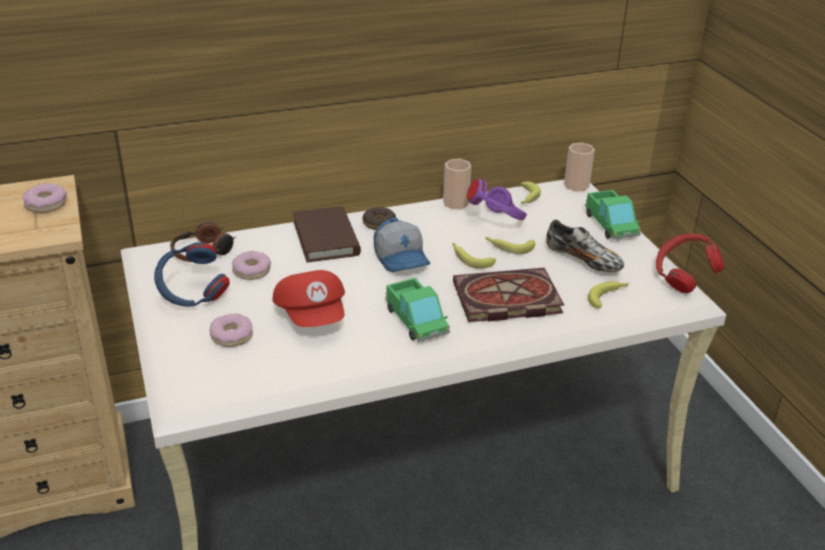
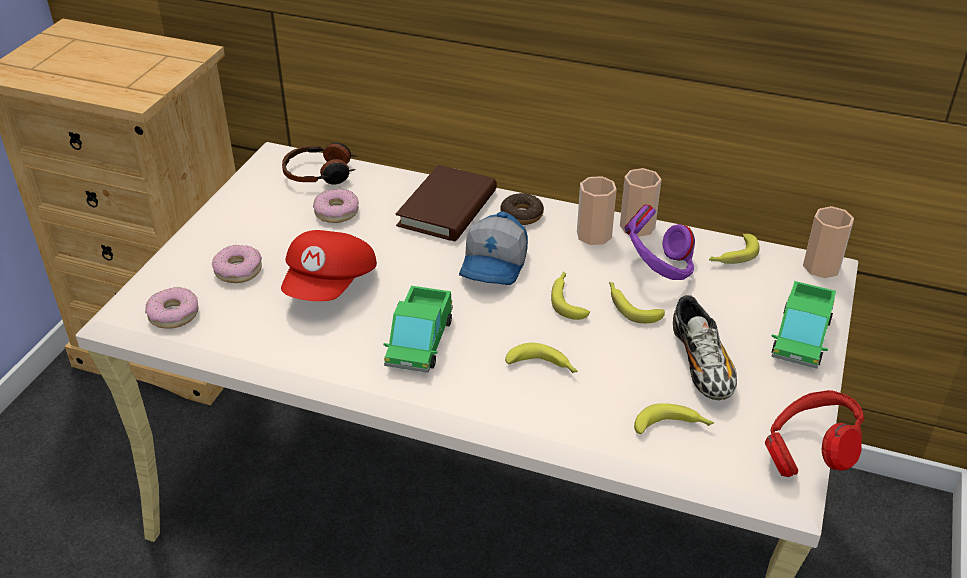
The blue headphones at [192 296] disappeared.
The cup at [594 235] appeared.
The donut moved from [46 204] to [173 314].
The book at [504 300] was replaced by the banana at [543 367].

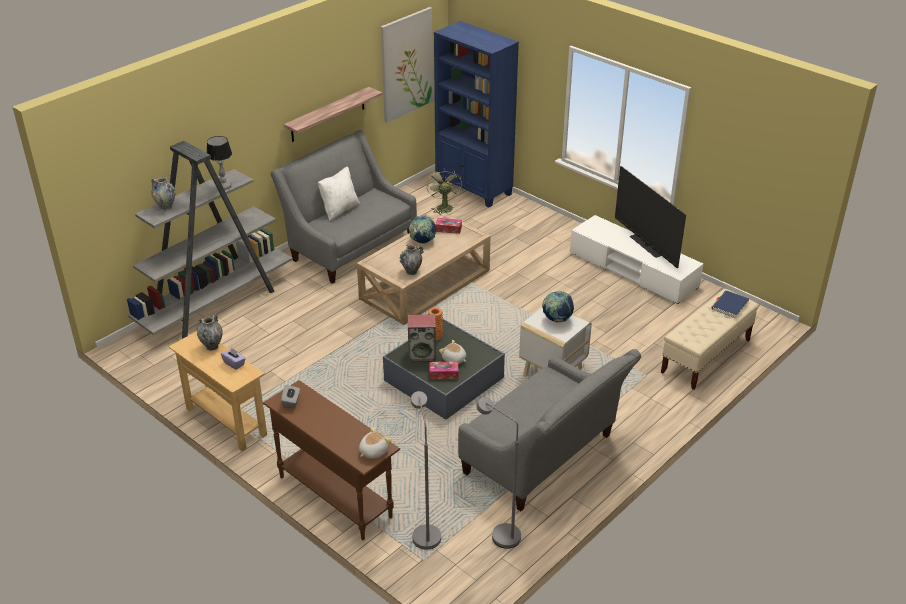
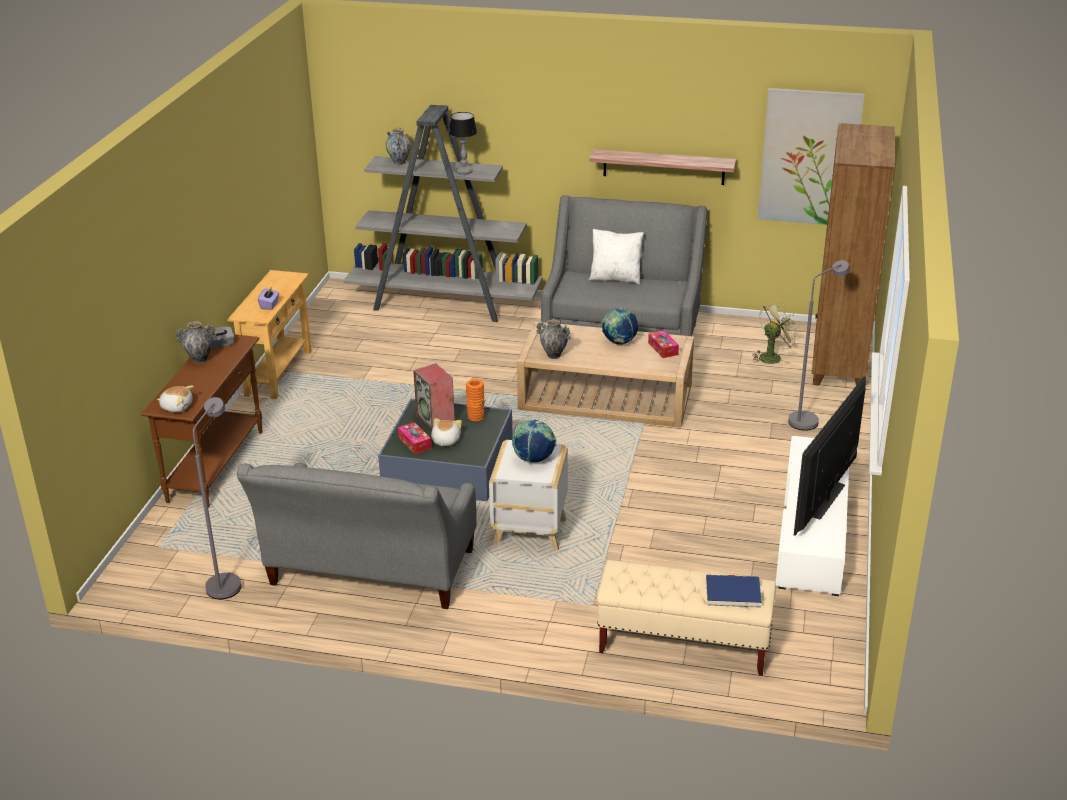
The vase moved from [212 347] to [200 360].
The grey floor lamp moved from [425 532] to [808 419].
The blue bookcase at [474 189] became the brown bookcase at [838 362].

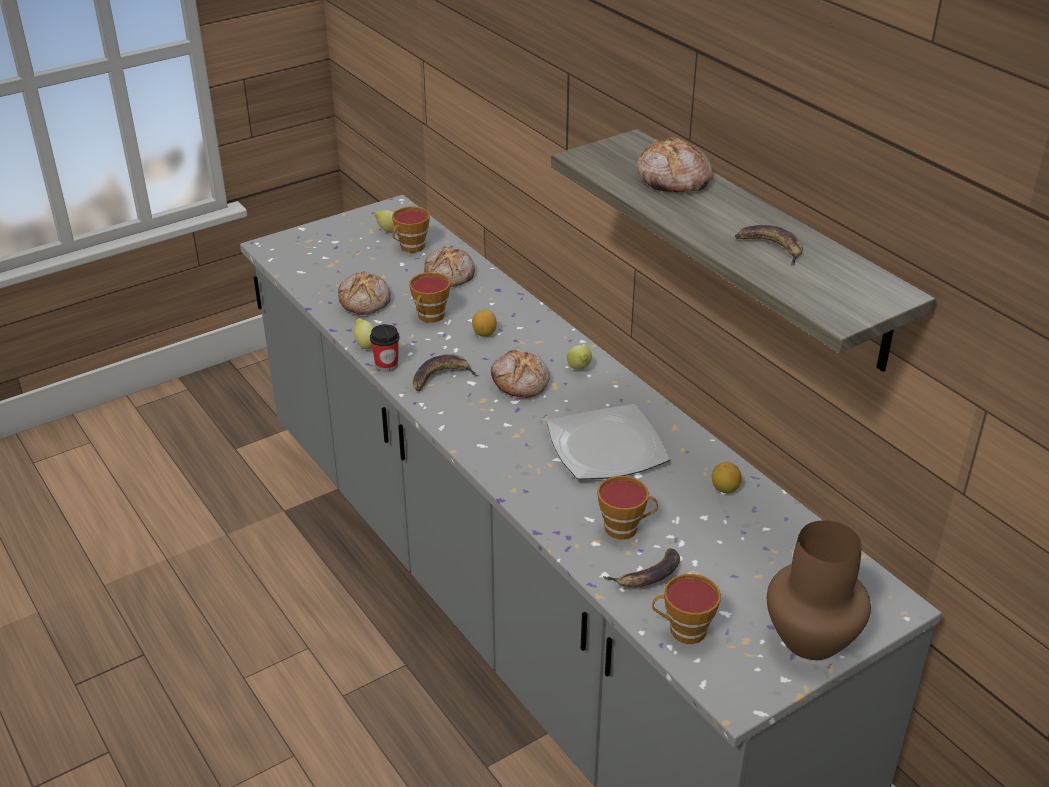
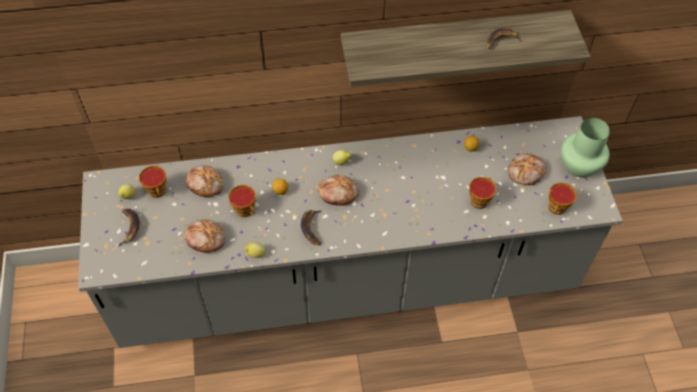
The cup at [386 365] disappeared.
The plate at [607 446] disappeared.
The banana moved from [648 575] to [129 227].
The bread moved from [673 179] to [526 173].
The brown vase at [810 637] became the green vase at [578 166].

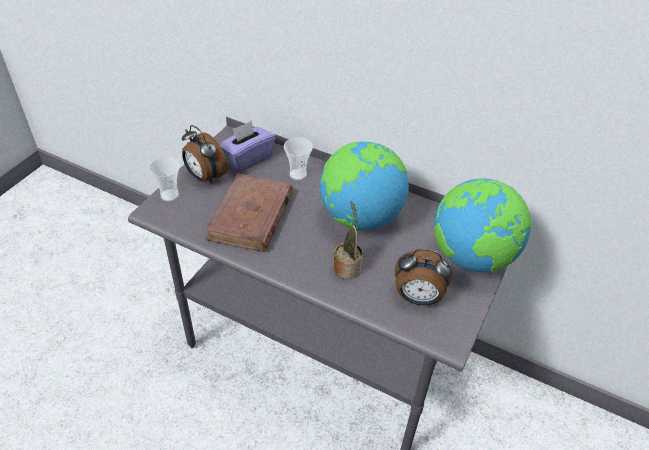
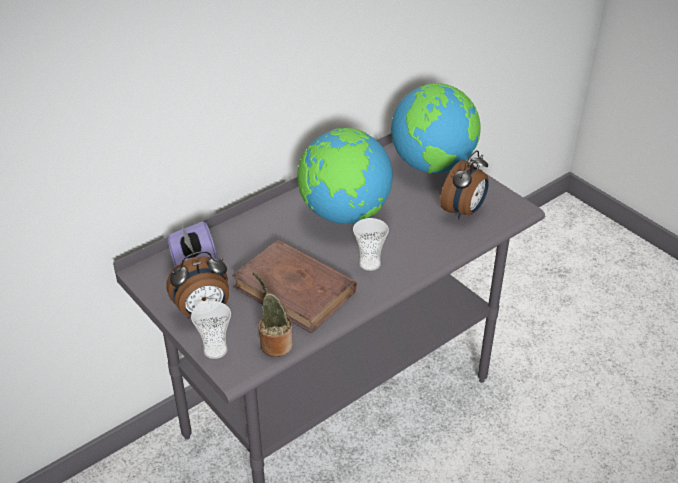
The cup moved from [298 174] to [369 263].
The potted plant moved from [347 267] to [274 344].

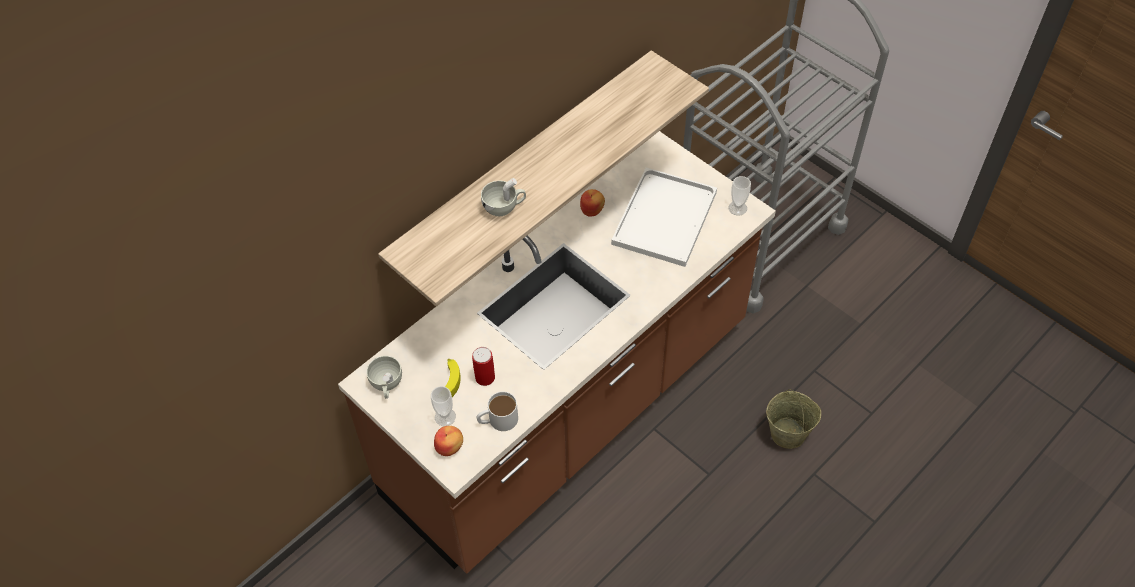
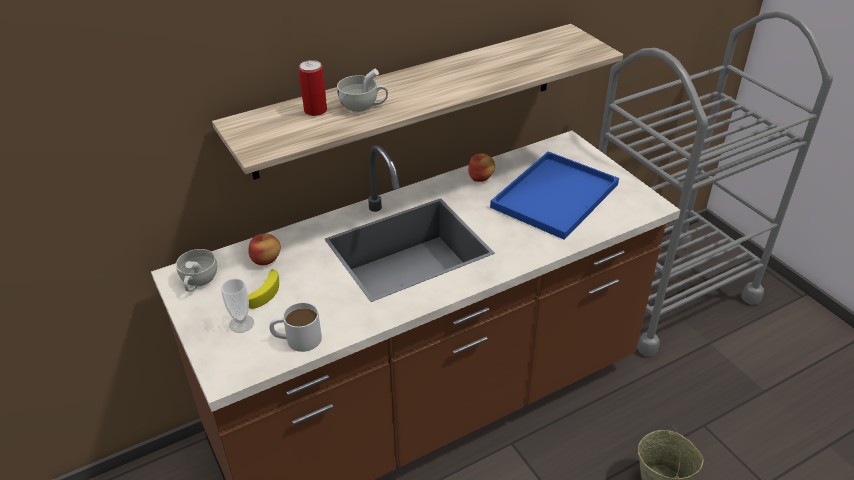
The cup at [737 208] disappeared.
The apple moved from [449 447] to [266 260].
The can moved from [485 377] to [315 110].
The white tray at [664 216] became the blue tray at [555 194].

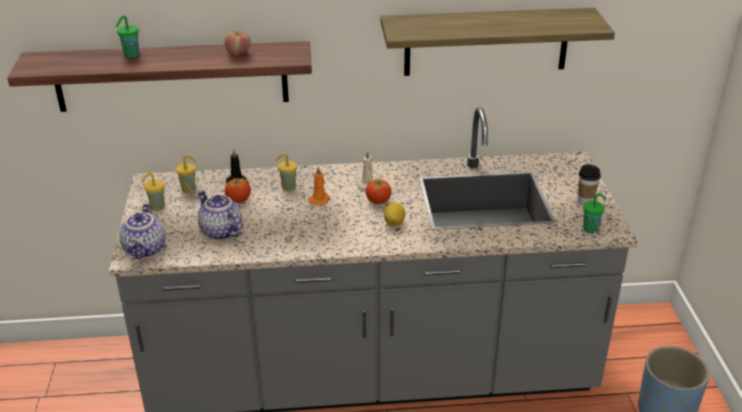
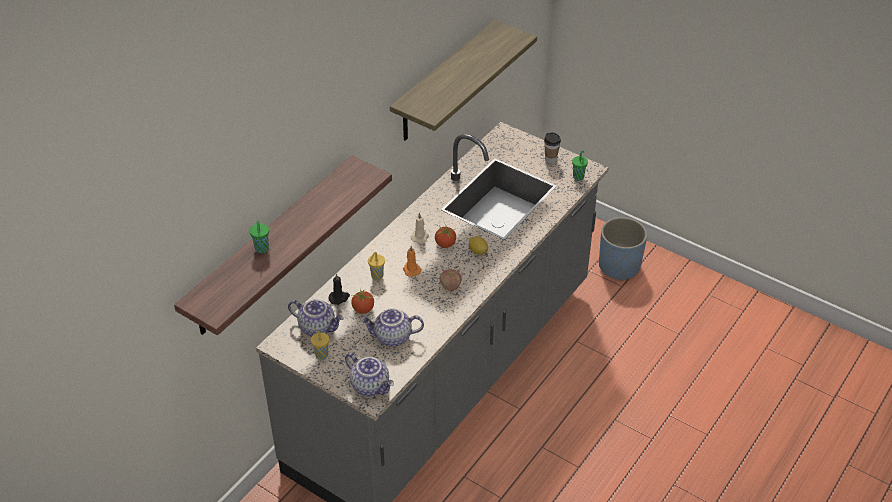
The apple moved from [238 54] to [450 286].
The yellow cup at [189 189] was replaced by the teapot at [318 327].

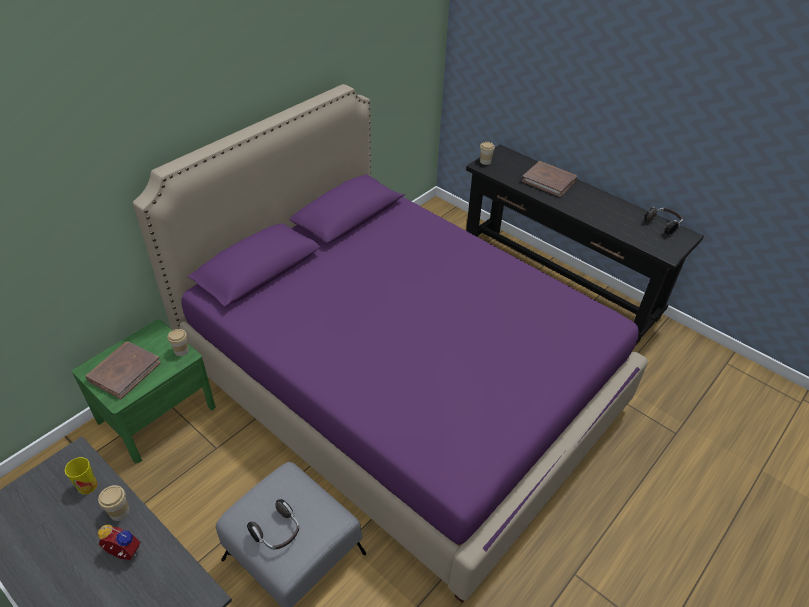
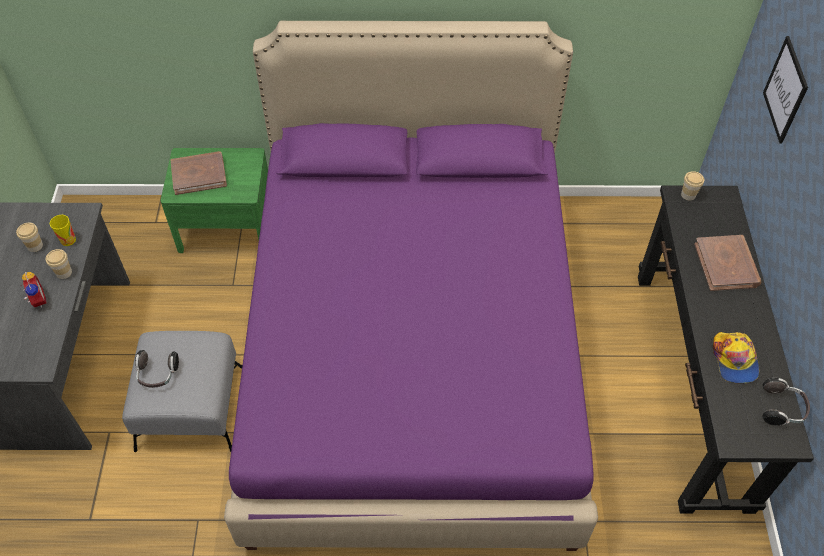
The cap at [734 360] appeared.
The picture at [785 90] appeared.
The cup moved from [181 351] to [35 246].

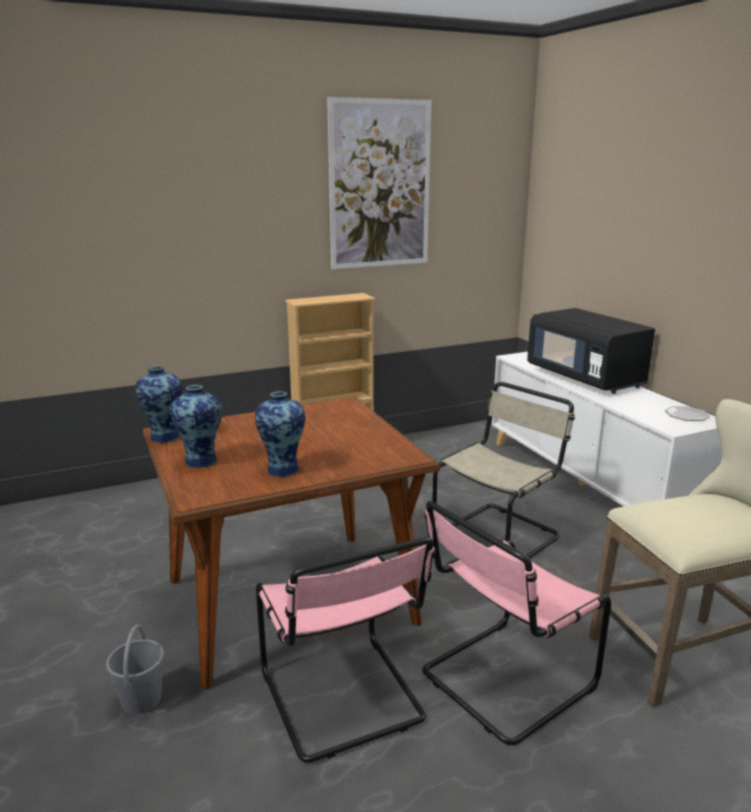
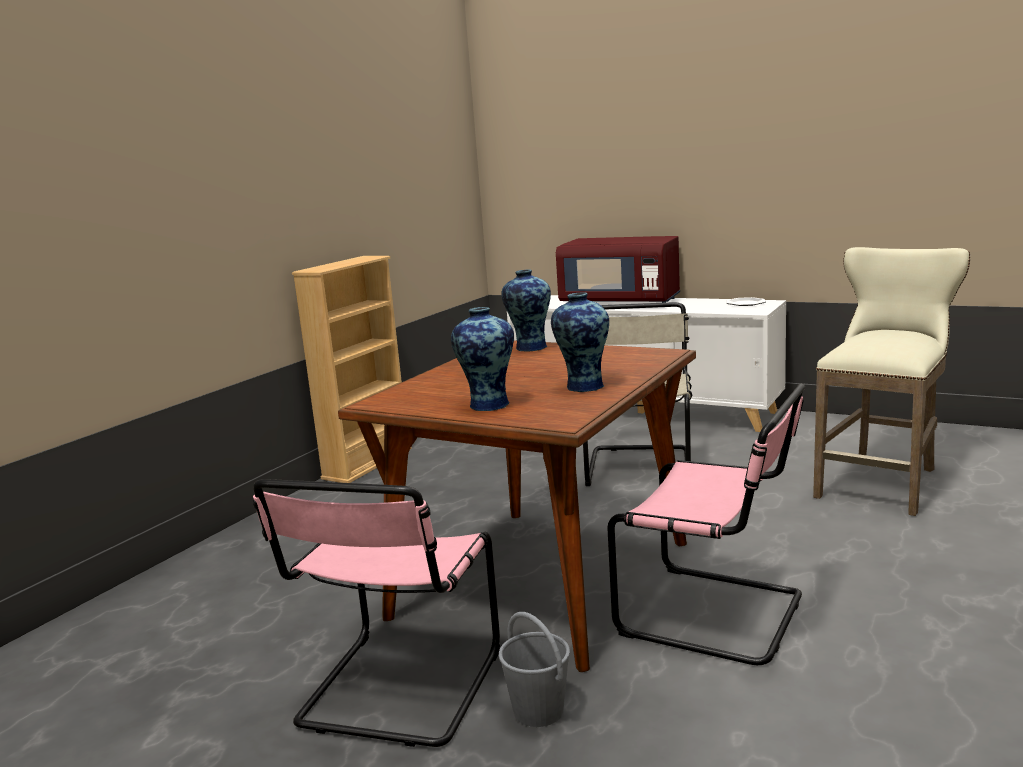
The picture at [380 185] disappeared.
The vase moved from [164 437] to [529 347].
The pink chair moved from [502 682] to [397 692].
The black microwave at [585 378] became the red microwave at [620 302].

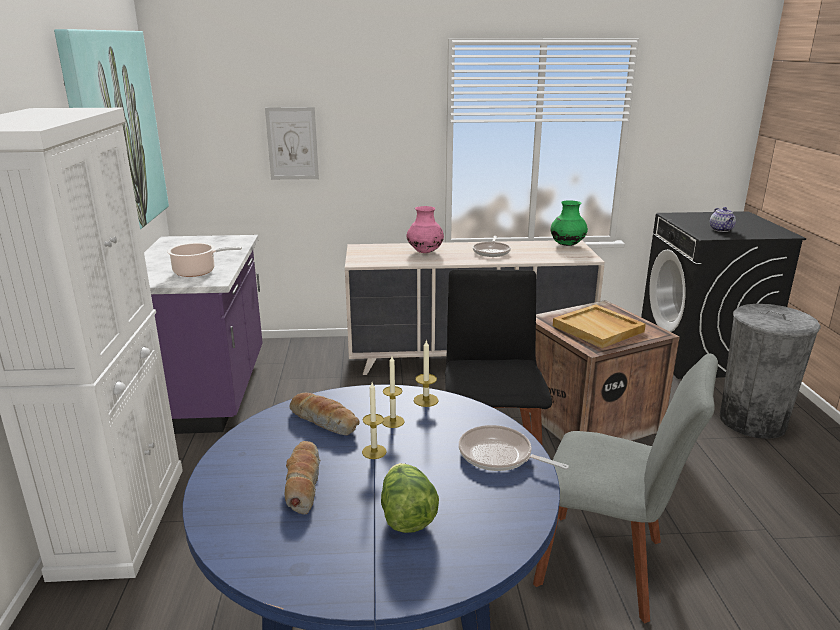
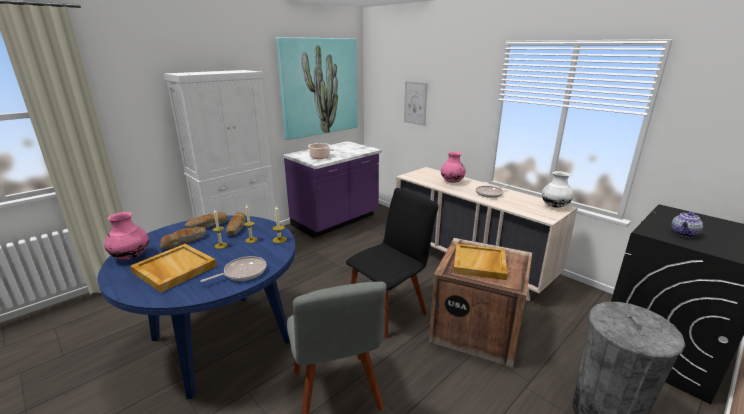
The pink vase at [131 257] appeared.
The bread at [208 226] appeared.
The lettuce at [406 516] was replaced by the beige tray at [174 269].
The green vase at [567 245] became the white vase at [555 206].
The frying pan at [499 456] turned 60 degrees clockwise.

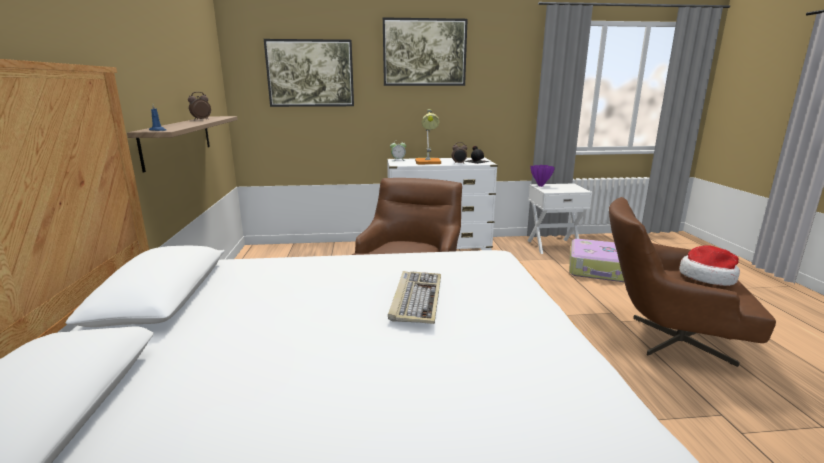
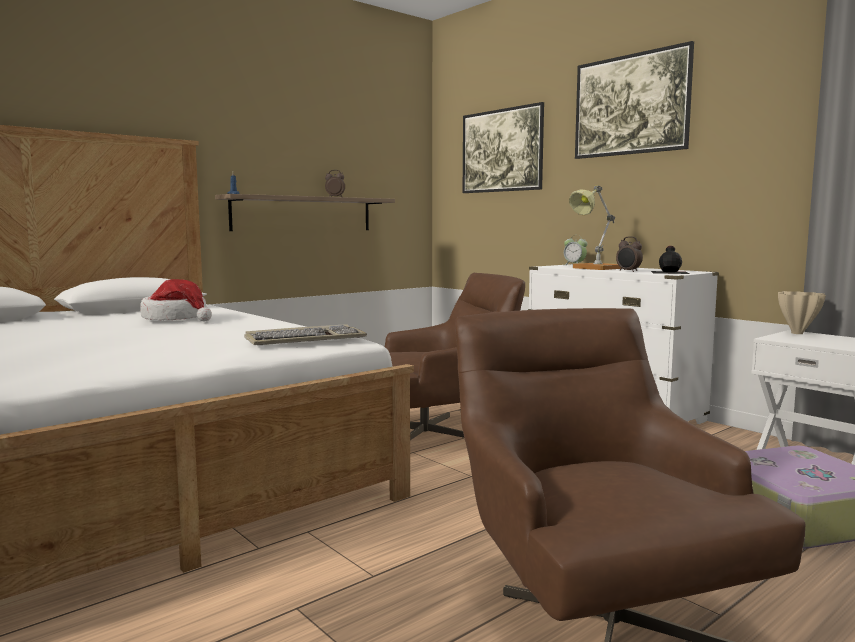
The keyboard moved from [416 298] to [305 340].
The hat moved from [707 277] to [177 319].
The purple vase at [541 186] became the beige vase at [797 333].

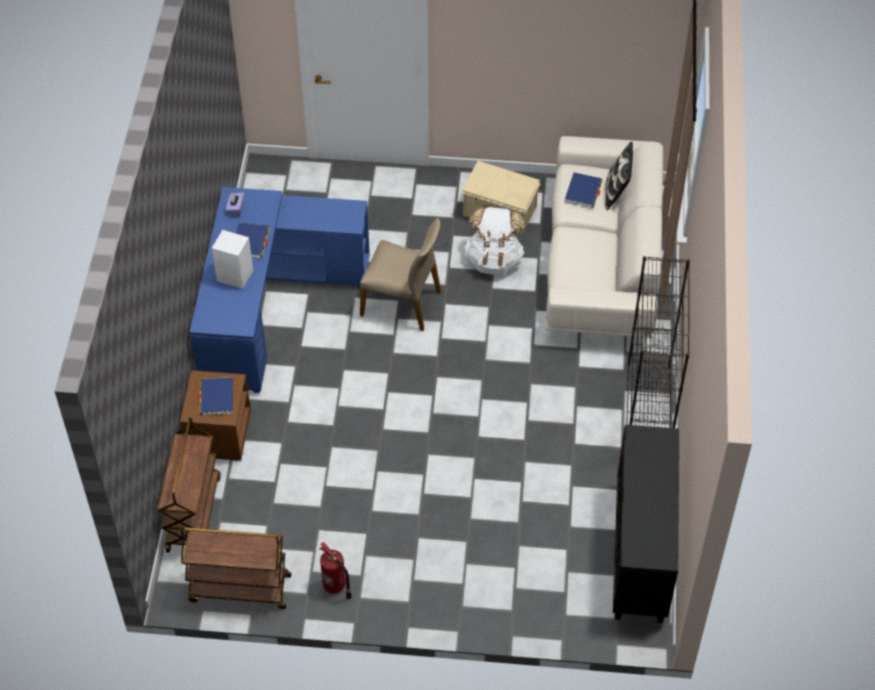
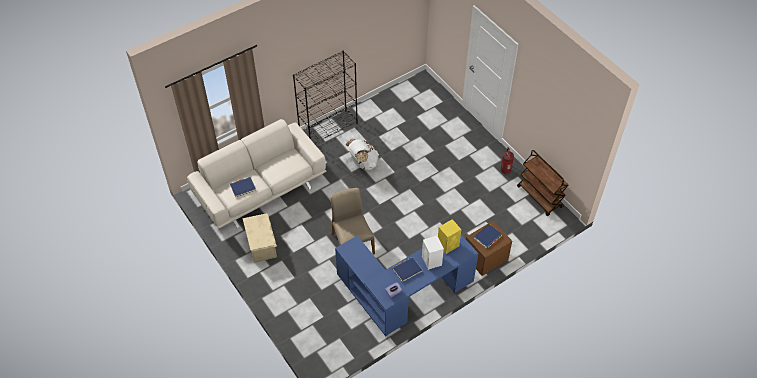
The brown cart at [193 513] disappeared.
The pillow at [617 192] disappeared.
The black cabinet at [641 554] disappeared.
The yellow speaker at [448 244] appeared.
The white backpack moved from [494 260] to [363 163].

